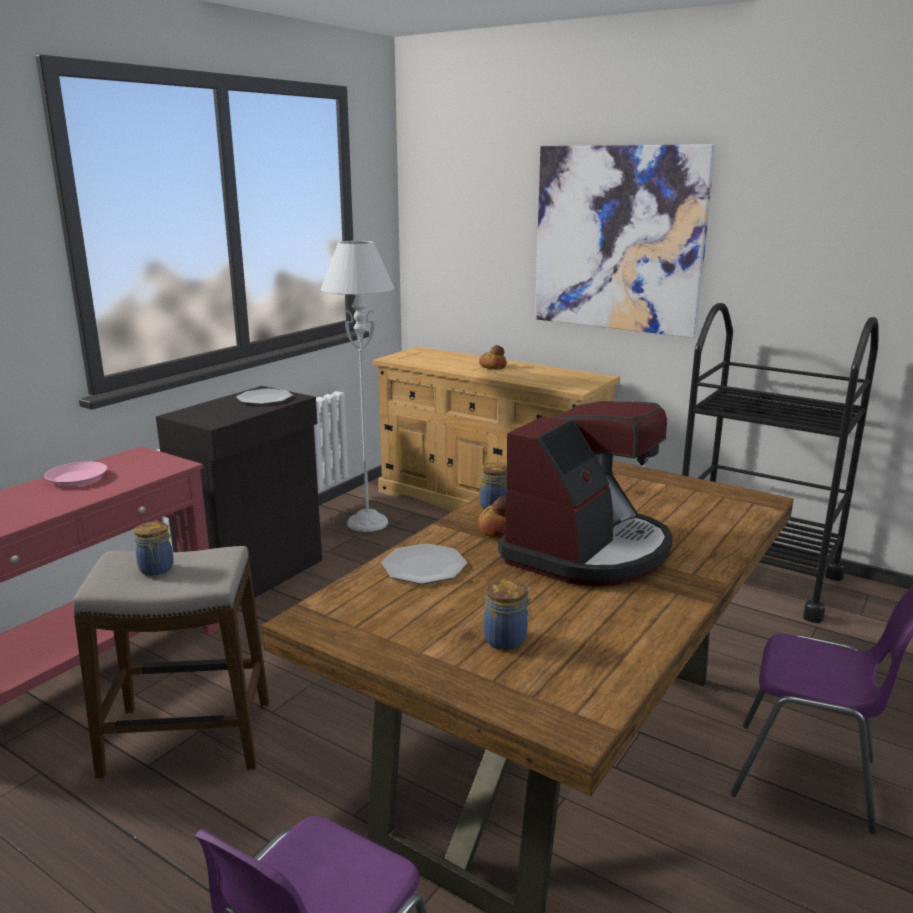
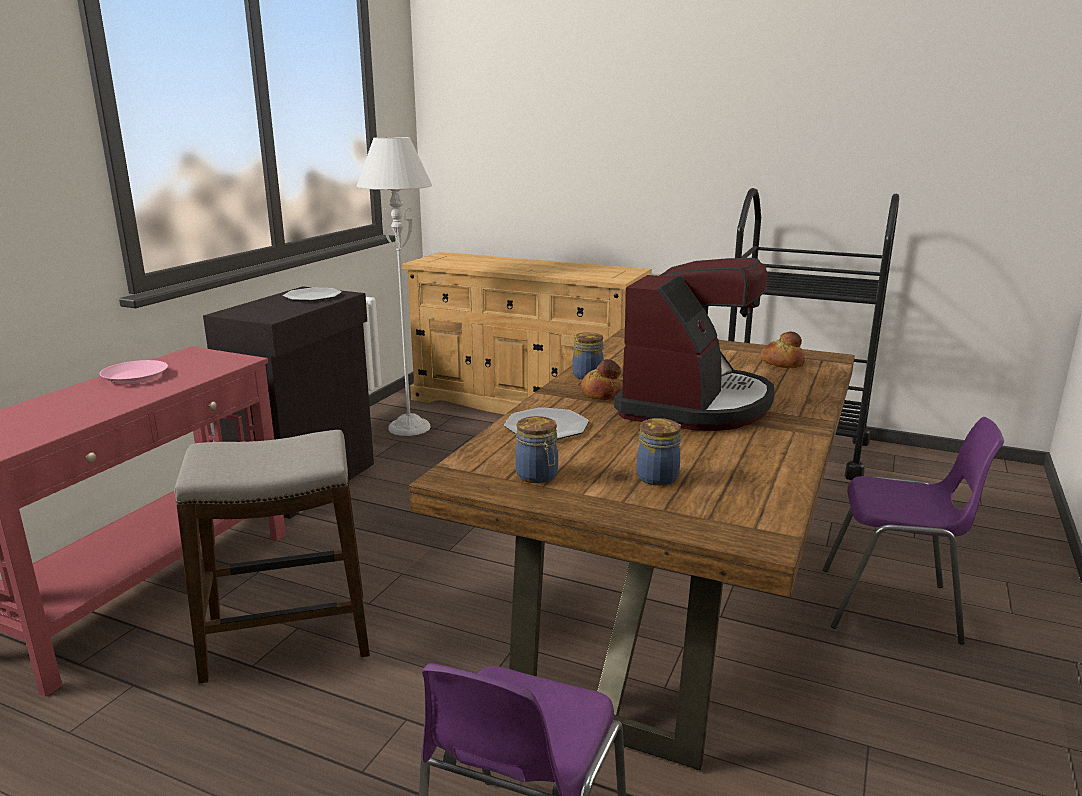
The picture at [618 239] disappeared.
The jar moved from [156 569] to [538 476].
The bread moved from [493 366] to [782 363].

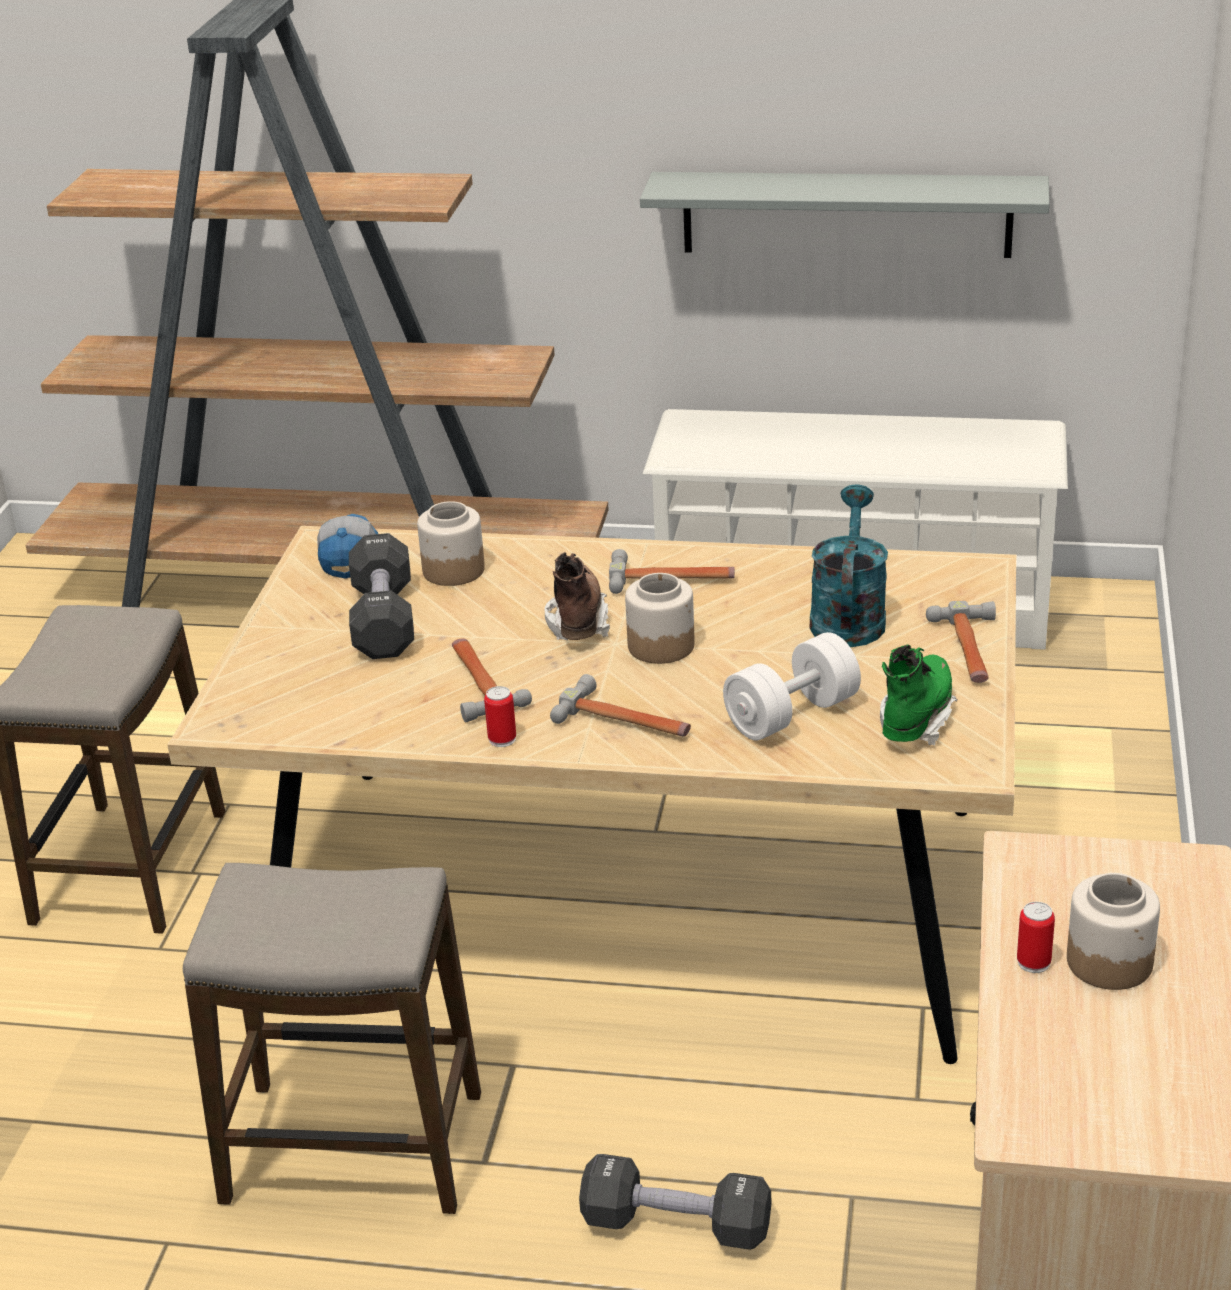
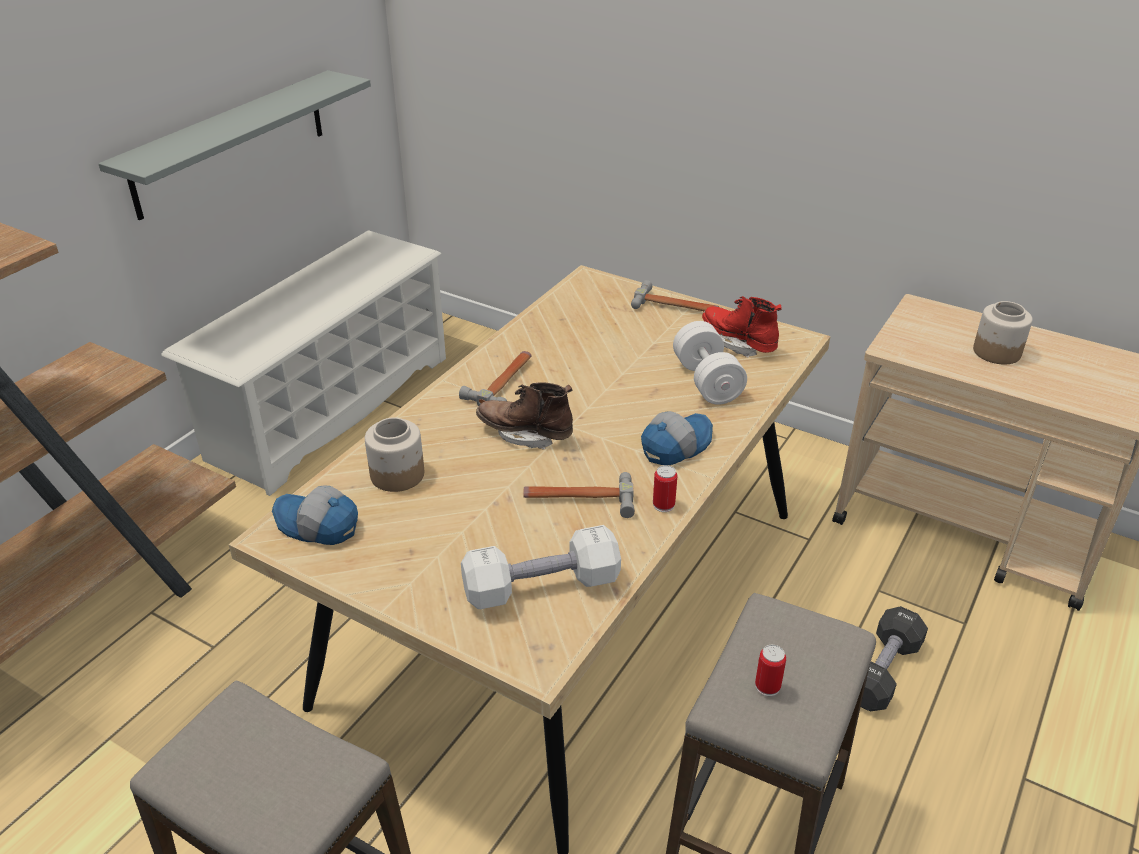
The black dumbbell at [383 620] disappeared.
The jar at [661 646] disappeared.
The turquoise watering can at [848 616] disappeared.
The white dumbbell at [541 587] appeared.
The can moved from [1033 962] to [767 686].
The hammer at [625 722] was replaced by the cap at [675 446].
The green boot at [916 719] became the red boot at [738 343].

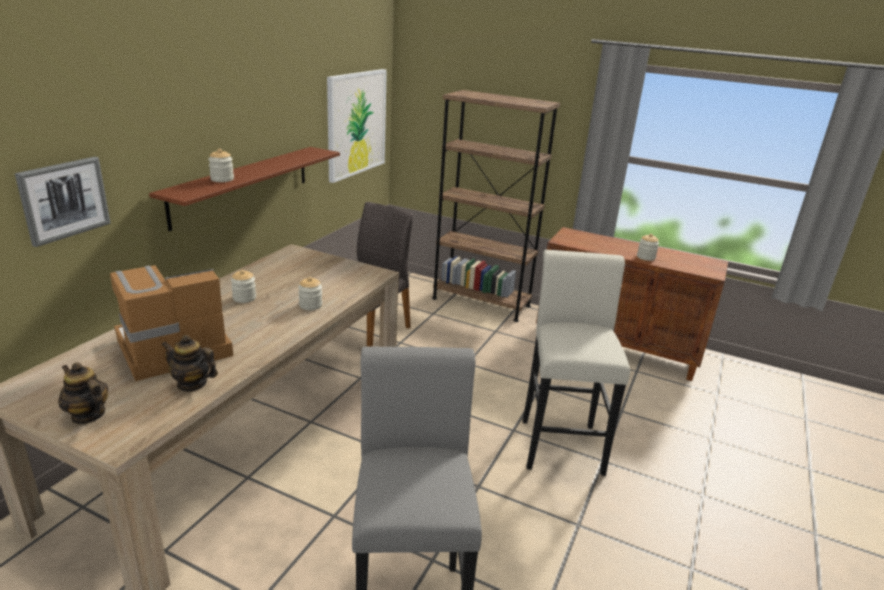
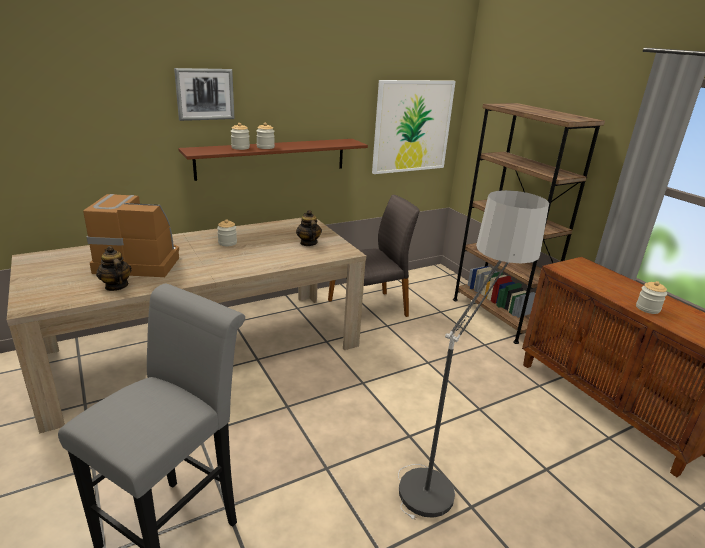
The picture moved from [64 199] to [205 94].
The teapot moved from [88 415] to [308 243].
The jar moved from [310 305] to [265 147].
The white stool at [560 441] was replaced by the floor lamp at [445 467].

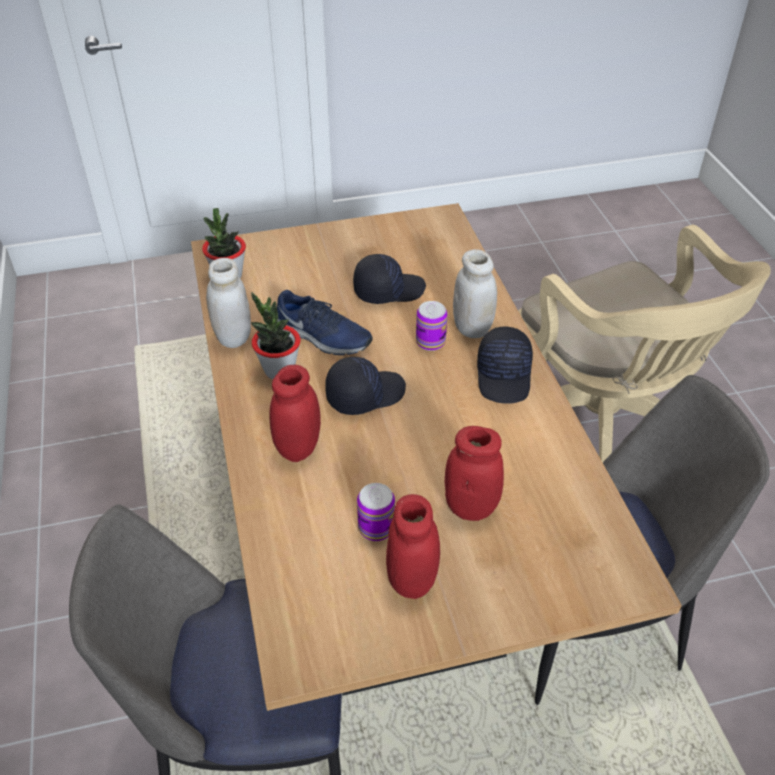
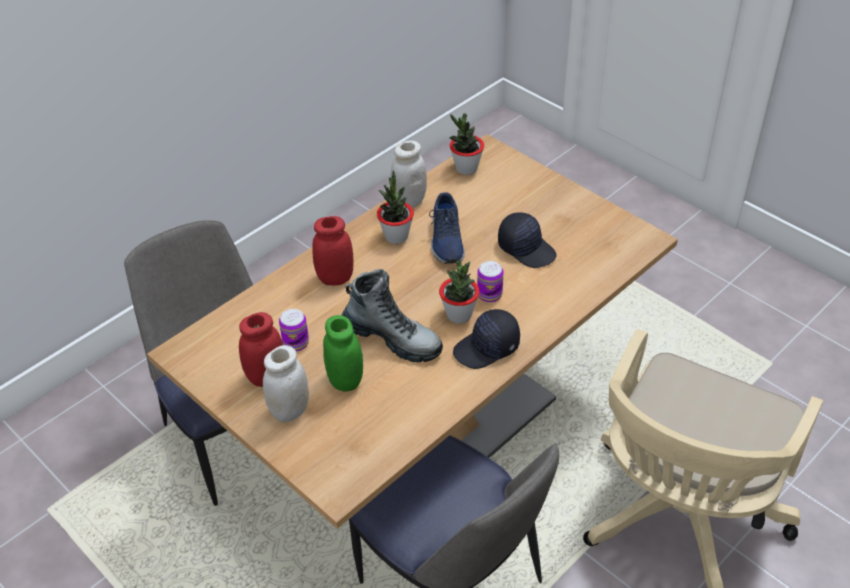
The black cap at [364 394] disappeared.
The boot at [392 338] appeared.
The potted plant at [459 315] appeared.
The white jar moved from [472 328] to [290 411].
The red jar at [471 507] became the green jar at [345 380].

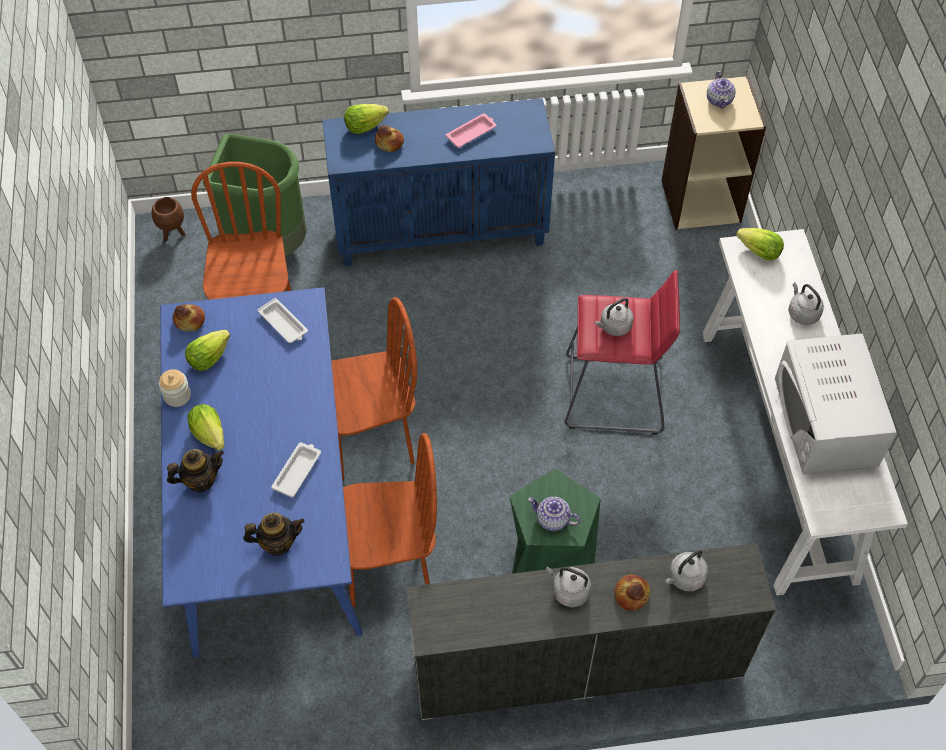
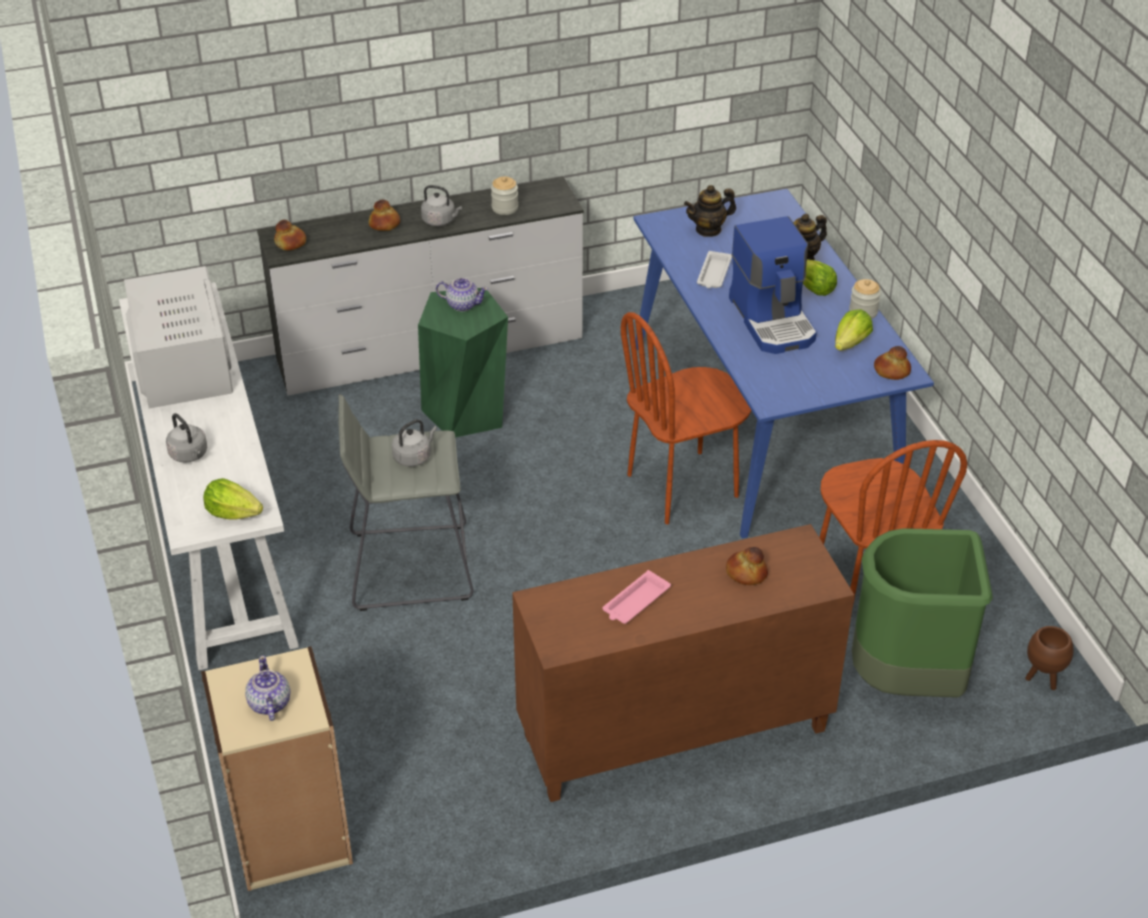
The white tray at [284 324] disappeared.
The brown chair at [388 569] disappeared.
The lettuce at [364 126] disappeared.
The grey kettle at [684 578] disappeared.
The bread at [290 243] appeared.
The jar at [505 208] appeared.
The coffee machine at [773 320] appeared.
The blue cabinet at [442 231] became the brown cabinet at [673 735].
The red stool at [614 394] became the grey stool at [410 566].

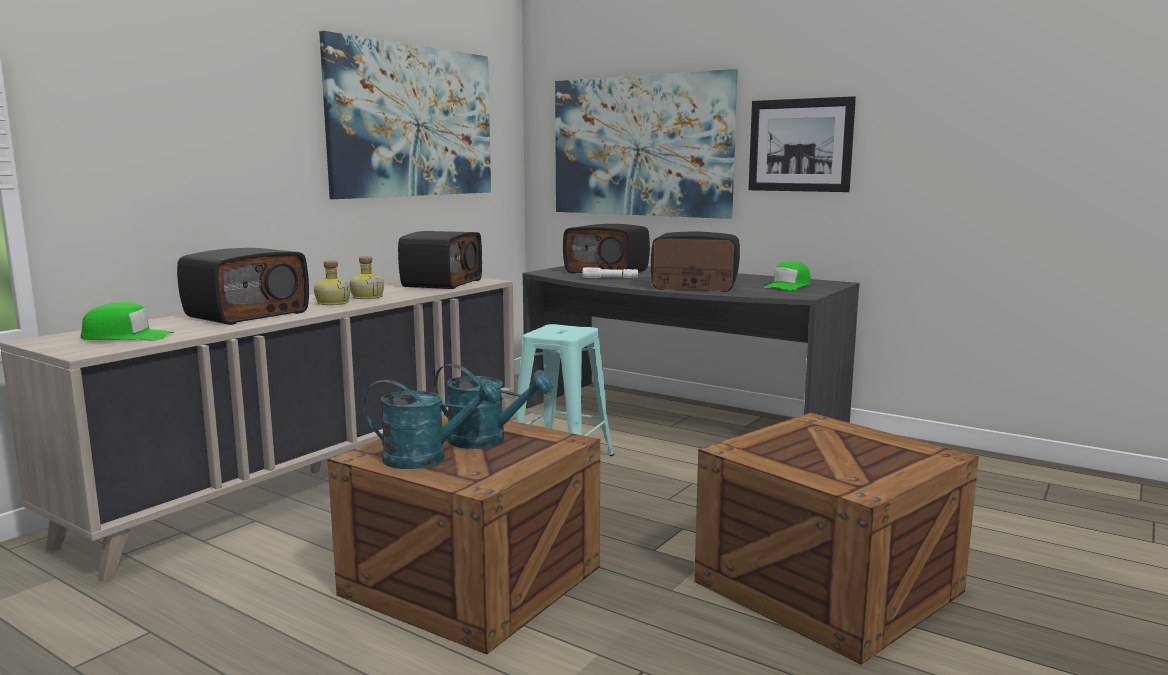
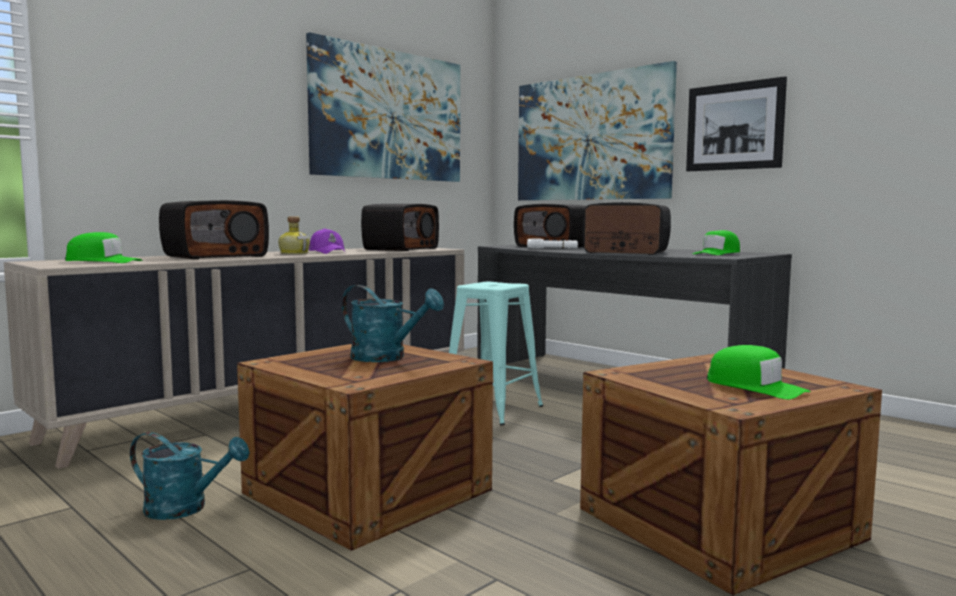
The green cap at [755 387] appeared.
The turquoise watering can moved from [426 458] to [186 509].
The bottle at [368 297] was replaced by the purple cap at [328 252].

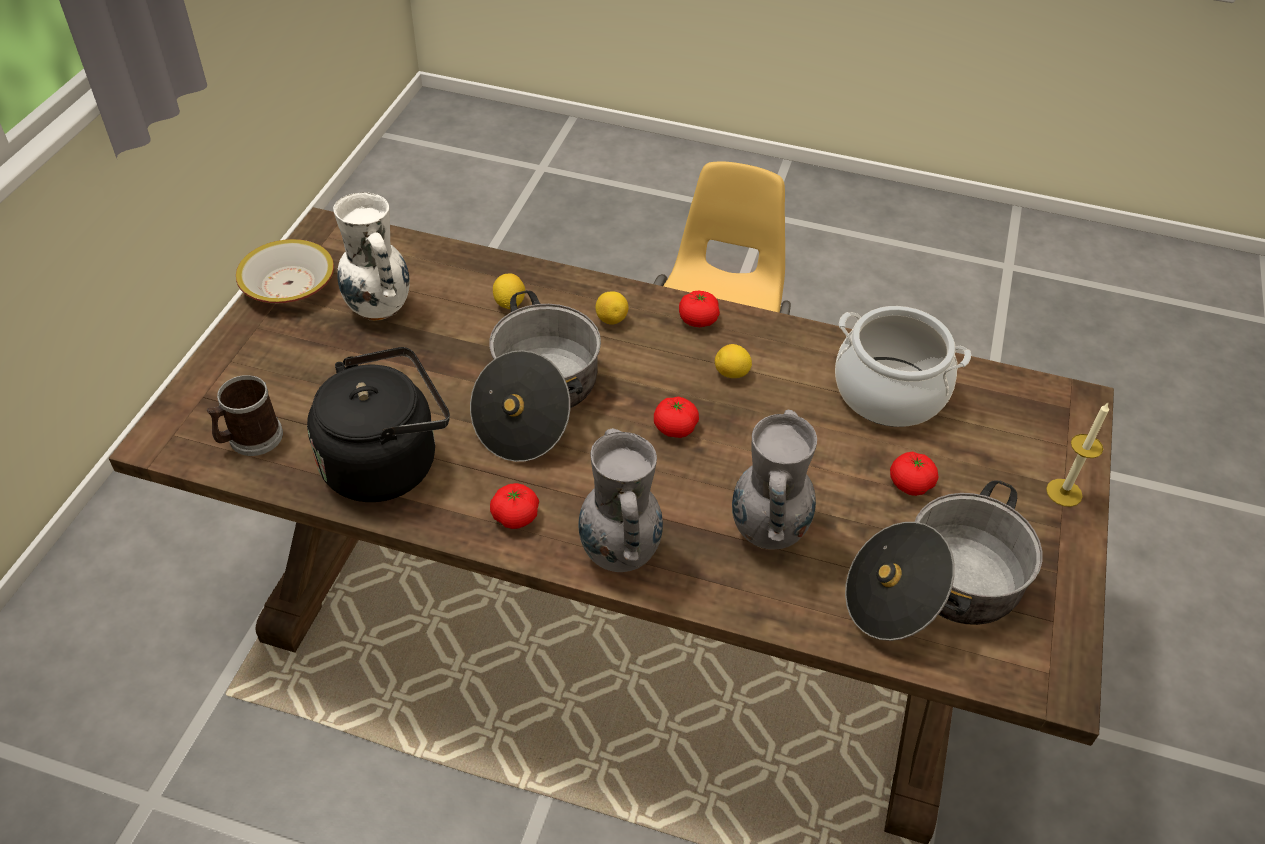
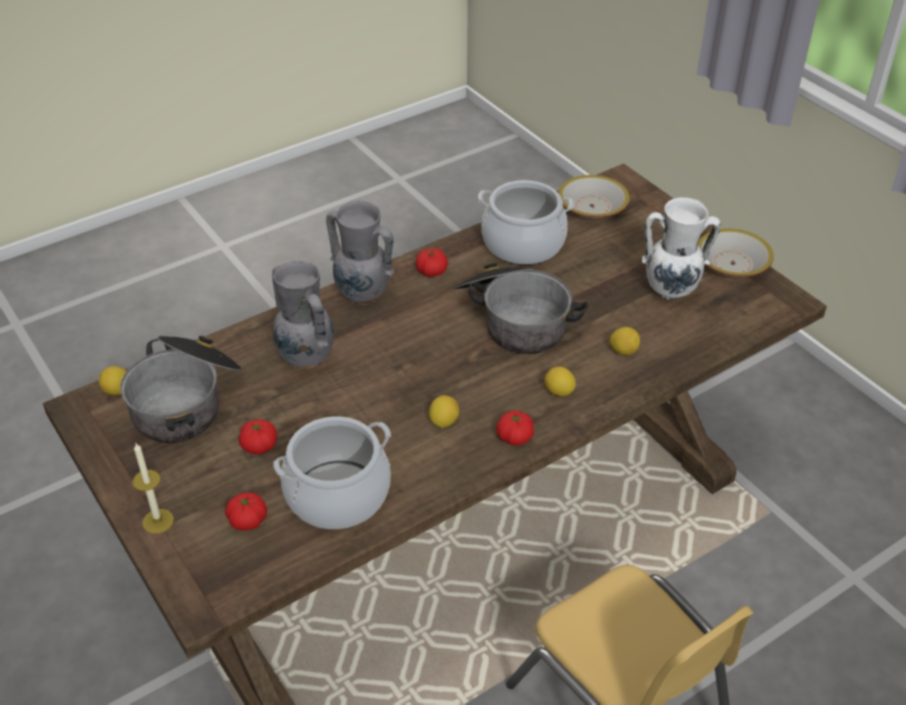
The lemon at [118 391] appeared.
The tomato moved from [675 428] to [248 520].
The mug at [250 439] was replaced by the bowl at [592 207].
The black kettle at [387 462] was replaced by the cooking pot at [523 244].

